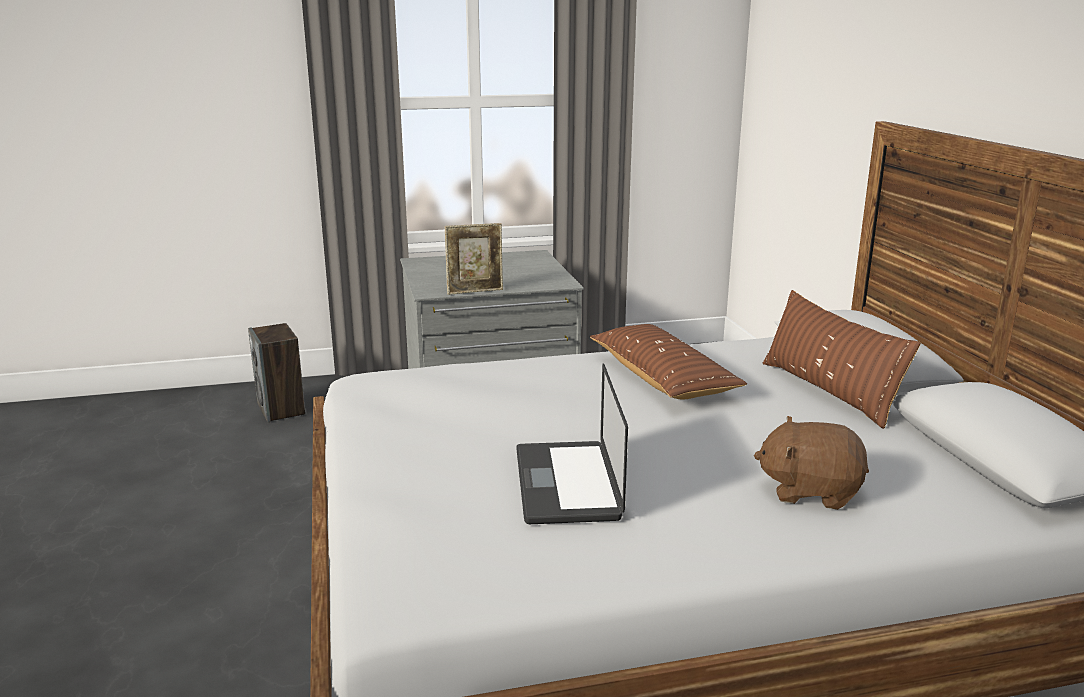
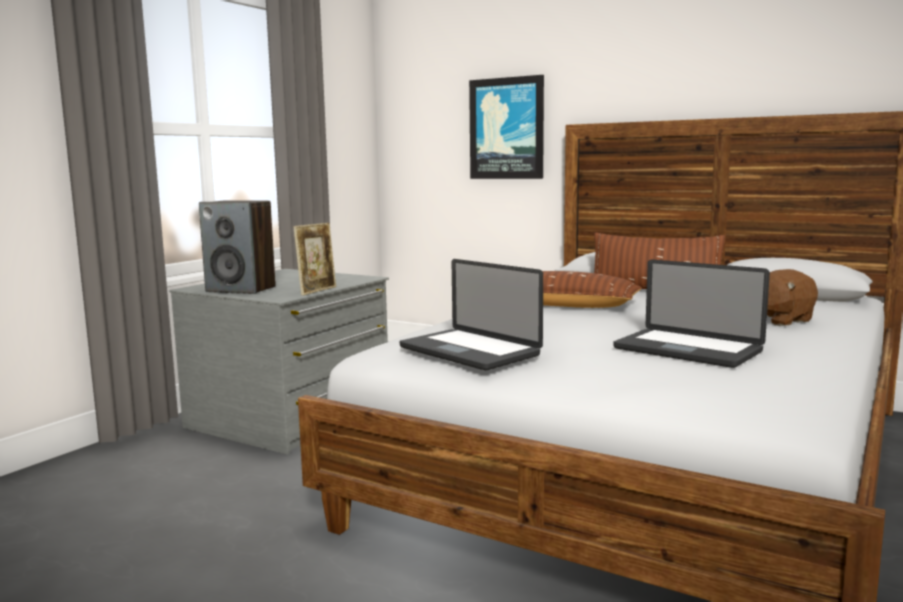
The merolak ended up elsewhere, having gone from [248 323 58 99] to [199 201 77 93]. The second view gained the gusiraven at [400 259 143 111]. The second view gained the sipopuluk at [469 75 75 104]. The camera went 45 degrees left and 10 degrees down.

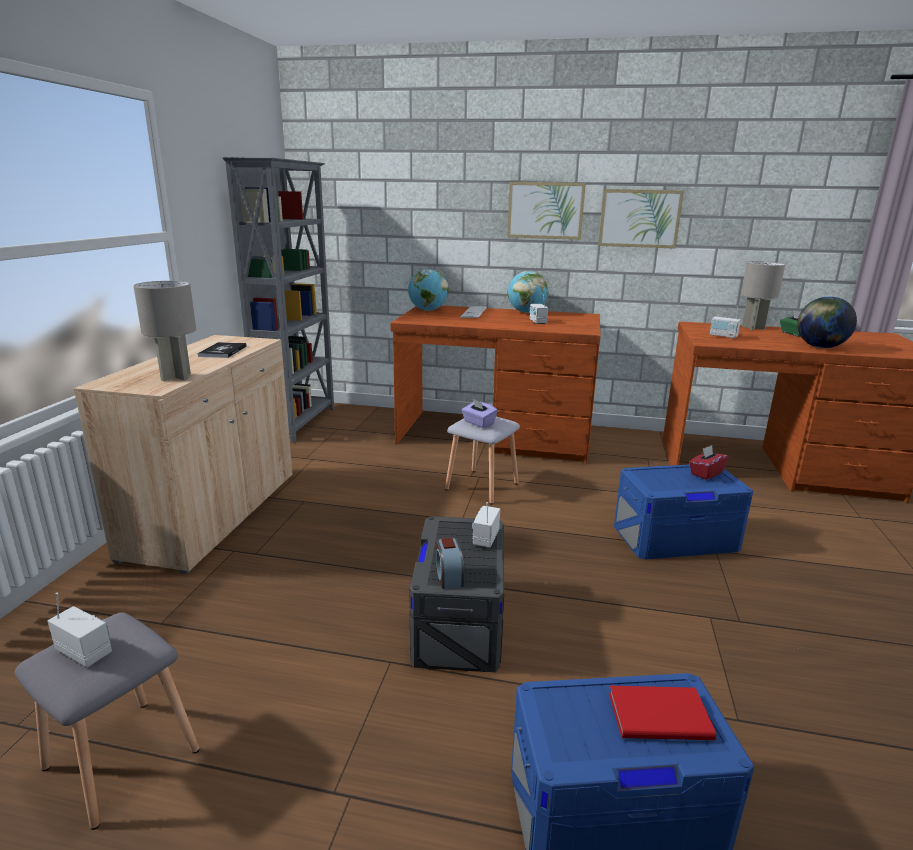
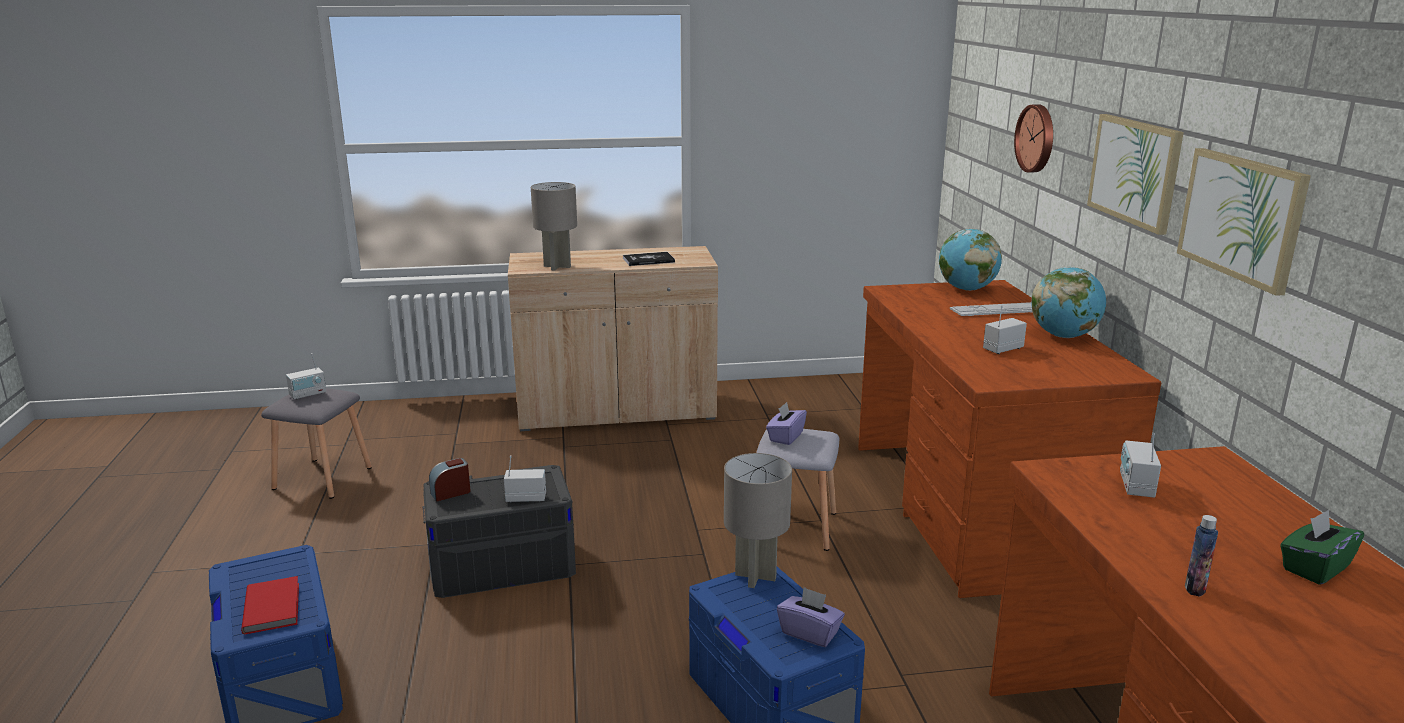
The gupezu at [48 593 64 74] ended up facing another way, 45 degrees clockwise from before. The second view lost the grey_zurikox at [222 157 112 286]. What was the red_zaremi at [689 445 40 35] turned into the purple_zaremi at [777 587 68 60]. The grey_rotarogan ended up elsewhere, having gone from [741 261 44 69] to [724 453 68 135]. Where the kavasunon stood at [797 296 60 52], the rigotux came to stand at [1185 515 33 82]. The second view gained the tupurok at [1014 105 39 68]. The camera went 70 degrees right and 0 degrees up.

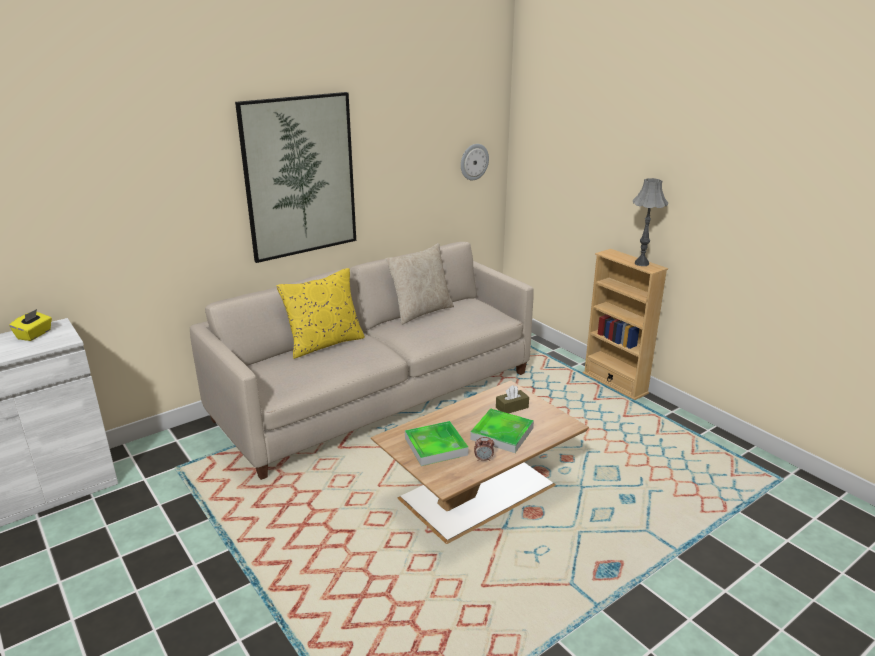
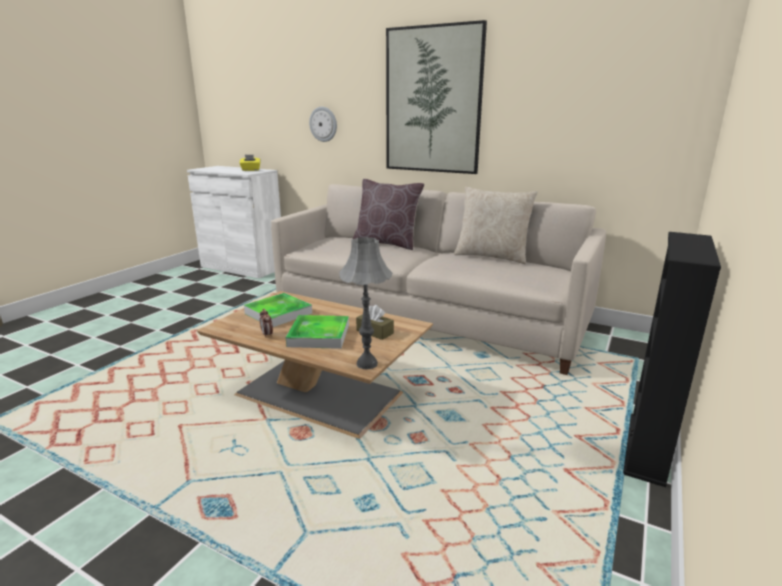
What was the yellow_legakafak at [276 268 89 91] turned into the brown_legakafak at [353 179 71 71]. The tupurok ended up elsewhere, having gone from [461 144 28 36] to [309 107 28 35]. What was the beige_zurikox at [583 249 85 151] turned into the black_zurikox at [623 232 98 255]. The grey_rotarogan ended up elsewhere, having gone from [633 178 35 88] to [339 237 53 132]. The camera went 65 degrees right and 5 degrees down.

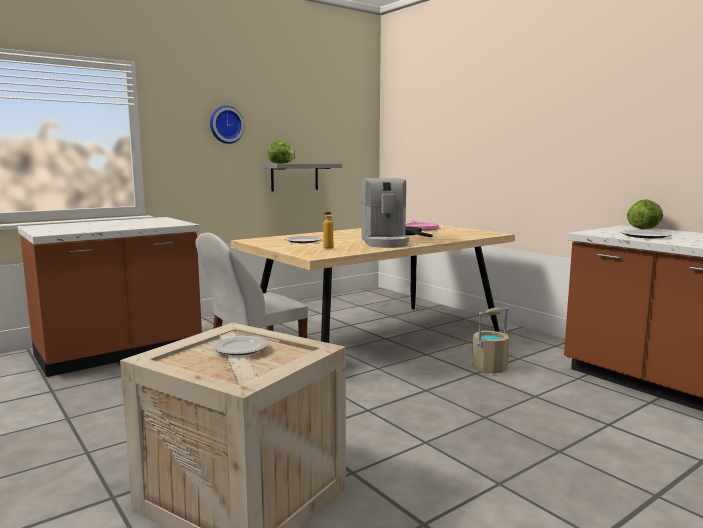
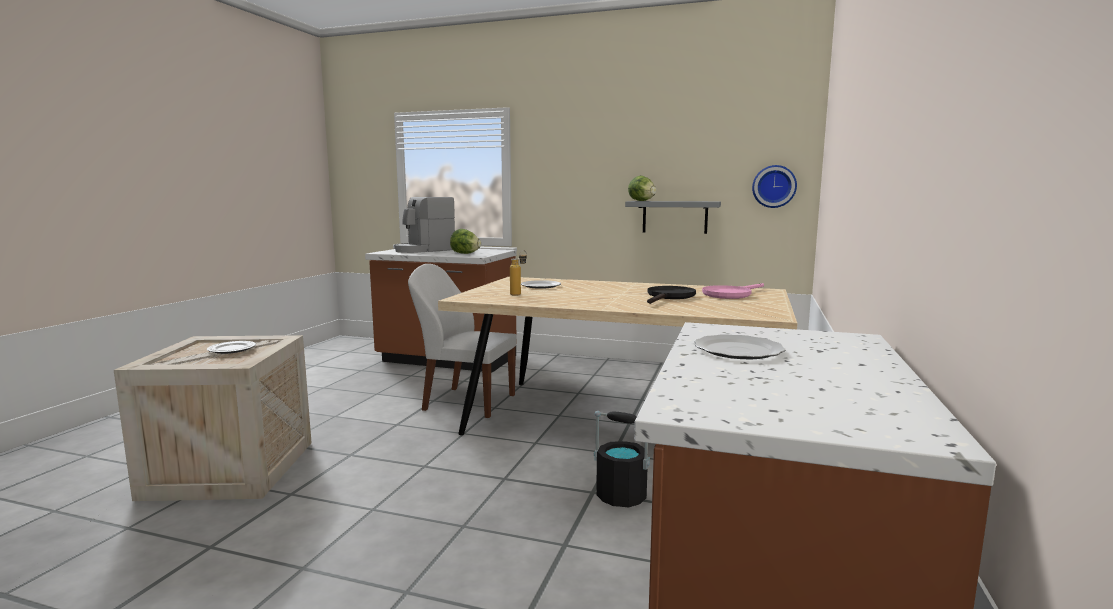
The tupurok ended up elsewhere, having gone from [210 106 34 38] to [752 165 45 43]. The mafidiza ended up elsewhere, having gone from [361 178 48 70] to [394 197 61 56]. What was the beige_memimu at [472 307 37 66] turned into the black_memimu at [594 411 56 97]. The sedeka ended up elsewhere, having gone from [627 199 36 30] to [450 229 31 25]. The camera went 55 degrees right and 0 degrees up.

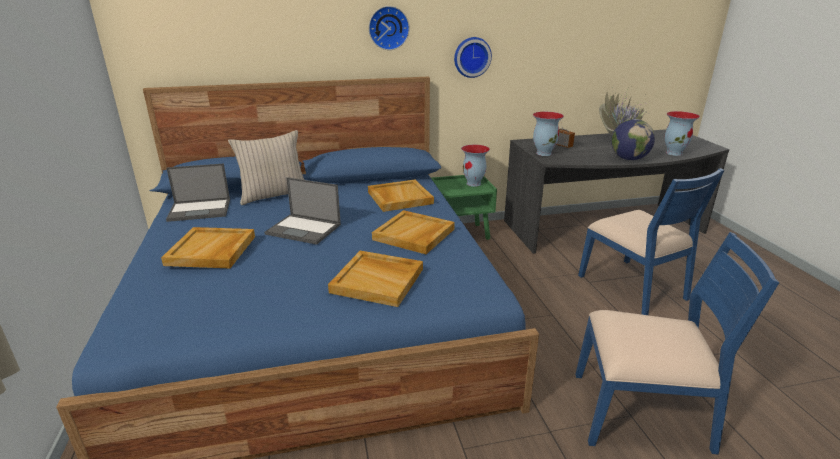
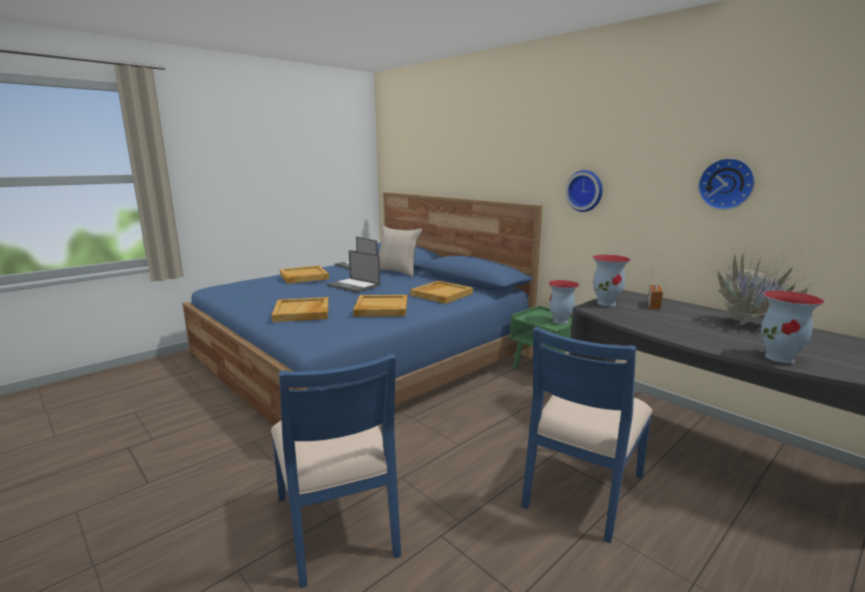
The gusiraven at [265 177 76 68] ended up facing another way, 45 degrees counterclockwise from before. The tupurok ended up elsewhere, having gone from [369 6 40 44] to [698 158 57 52]. The second view lost the kavasunon at [611 119 44 41]. The camera went 60 degrees right and 10 degrees down.

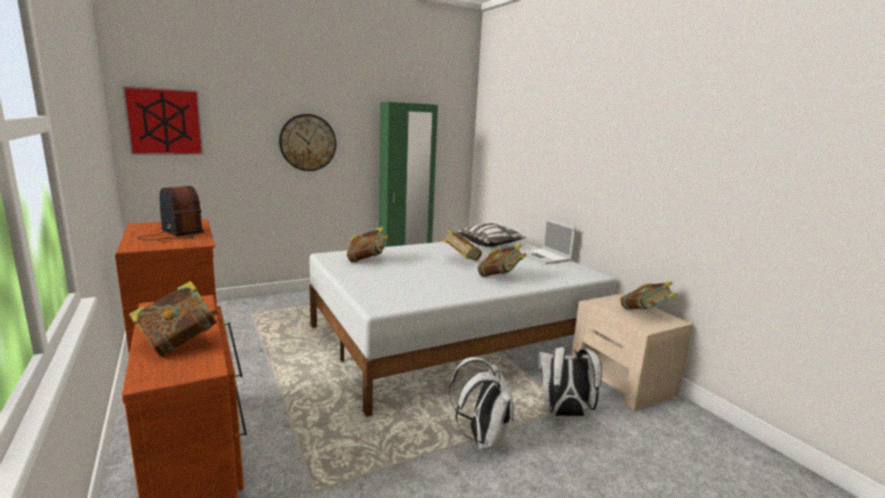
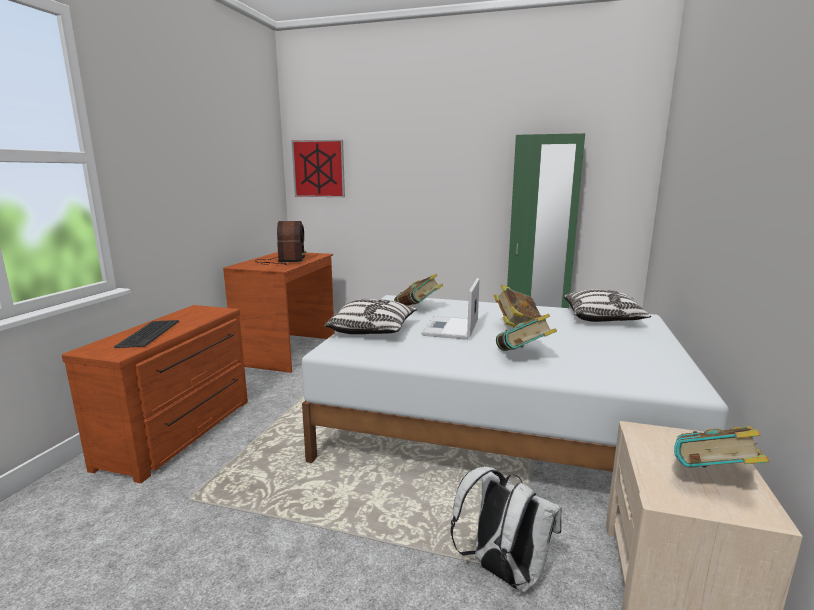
Where the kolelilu stood at [129 281 91 76], the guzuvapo came to stand at [114 320 65 28]. The second view lost the tupurok at [279 114 57 57]. The second view lost the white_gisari at [449 357 65 93]. The gusiraven ended up elsewhere, having gone from [520 219 56 45] to [421 278 59 62]. The second view gained the legakafak at [324 299 93 35]. The camera went 45 degrees right and 0 degrees up.

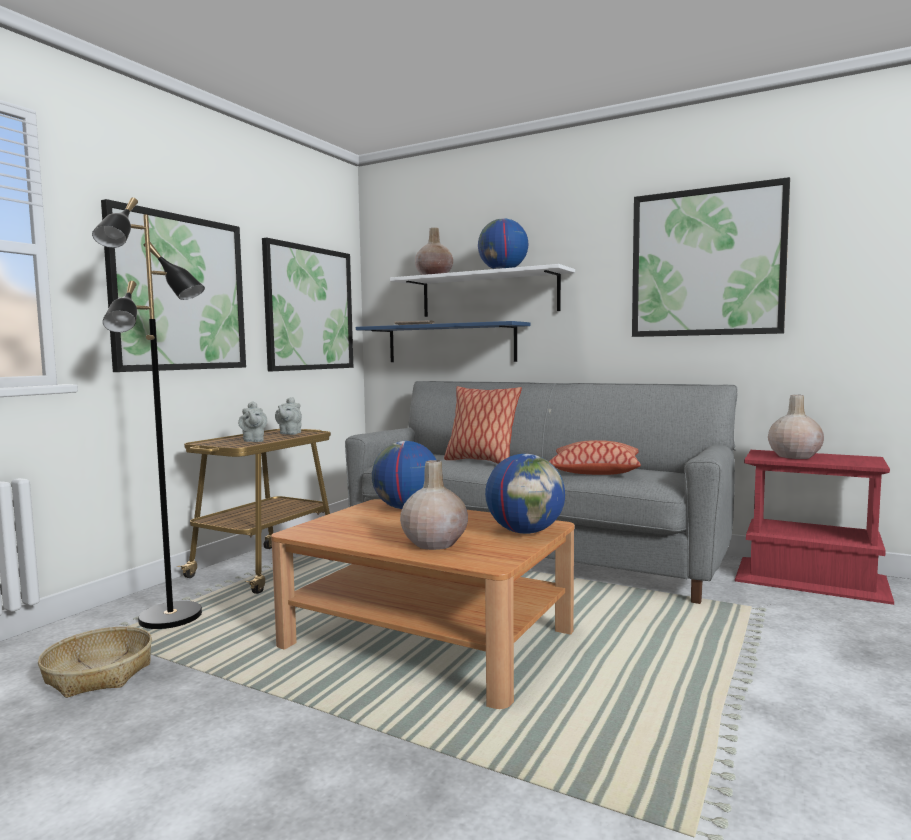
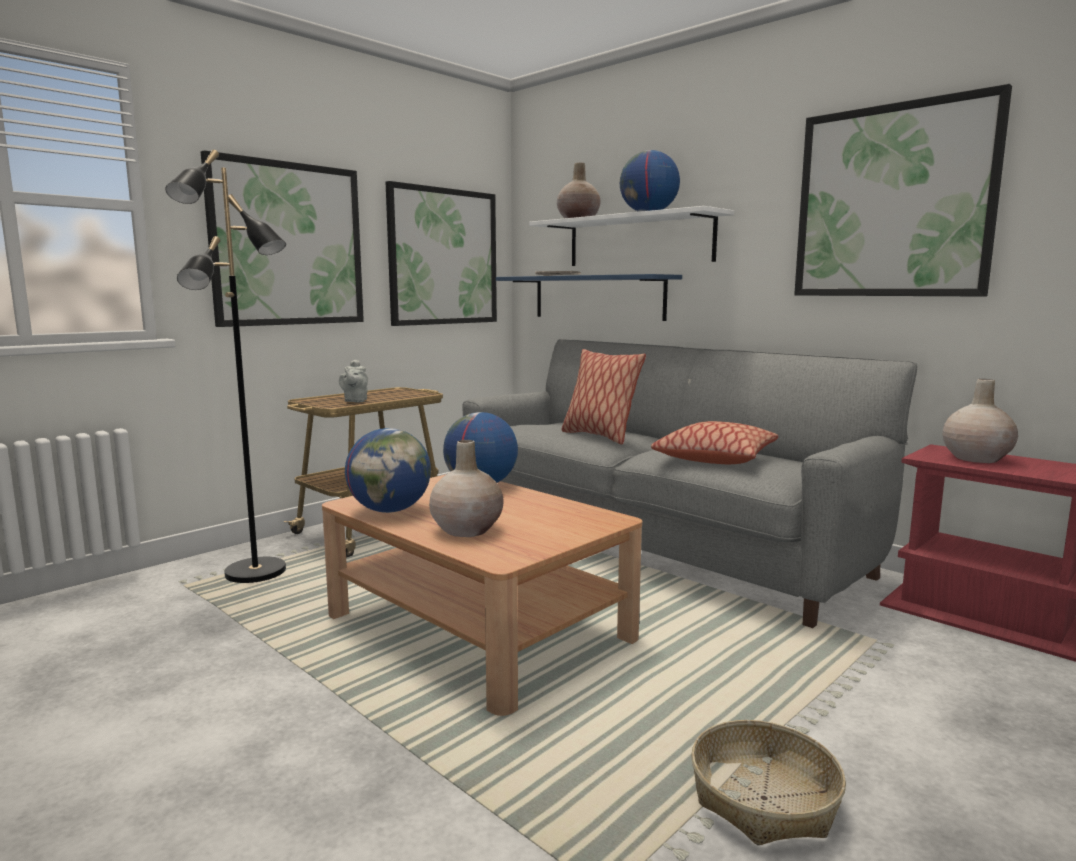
The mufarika ended up elsewhere, having gone from [38 627 114 71] to [691 720 155 125]. The second view lost the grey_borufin at [275 397 27 38]. The kavasunon ended up elsewhere, having gone from [485 454 80 80] to [345 428 86 85]. The camera went 15 degrees right and 5 degrees up.

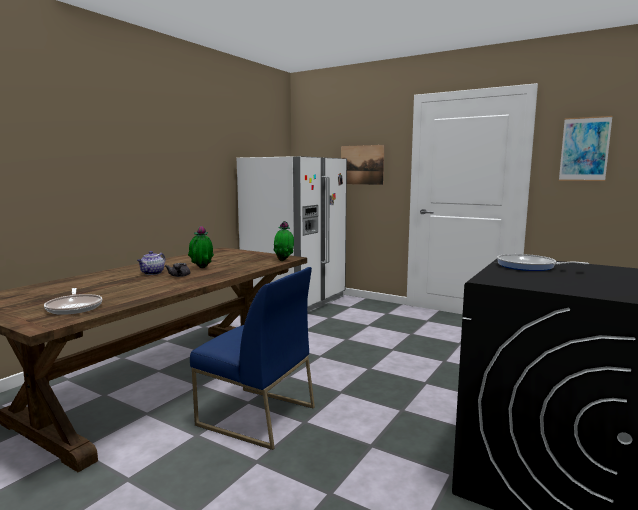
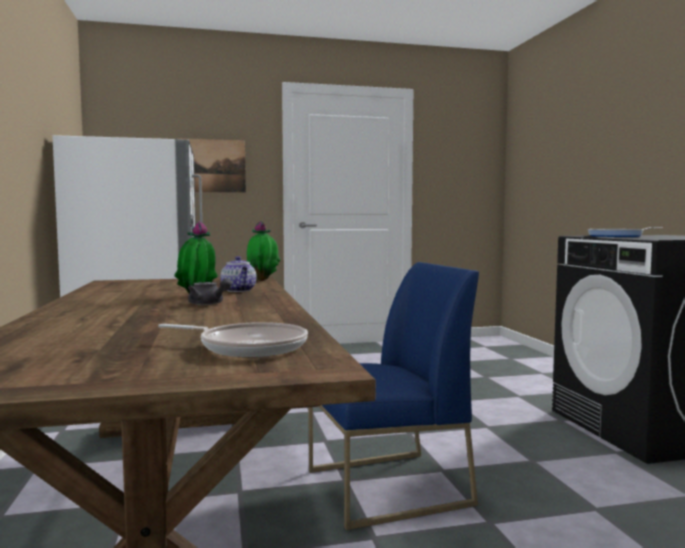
The borufin ended up elsewhere, having gone from [137 251 28 24] to [220 256 37 36]. The second view lost the sipopuluk at [559 116 53 65]. The camera went 45 degrees left and 5 degrees down.

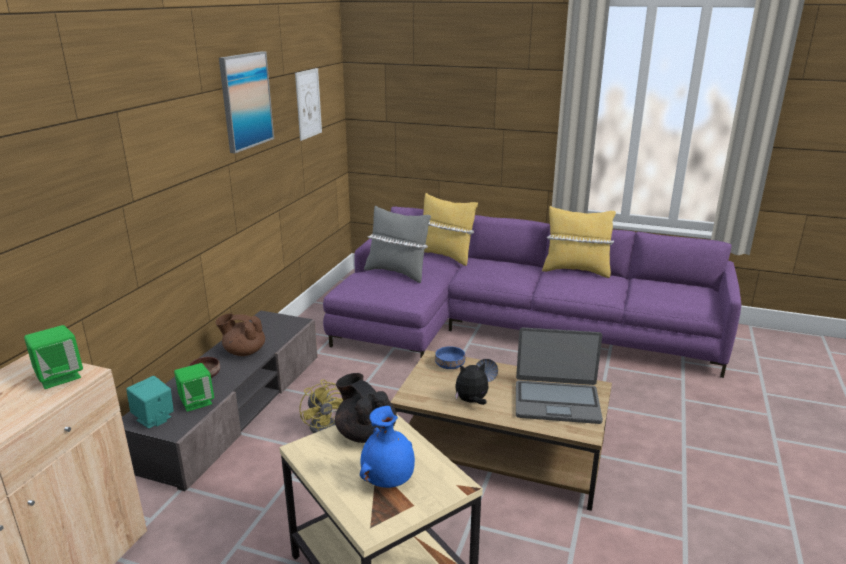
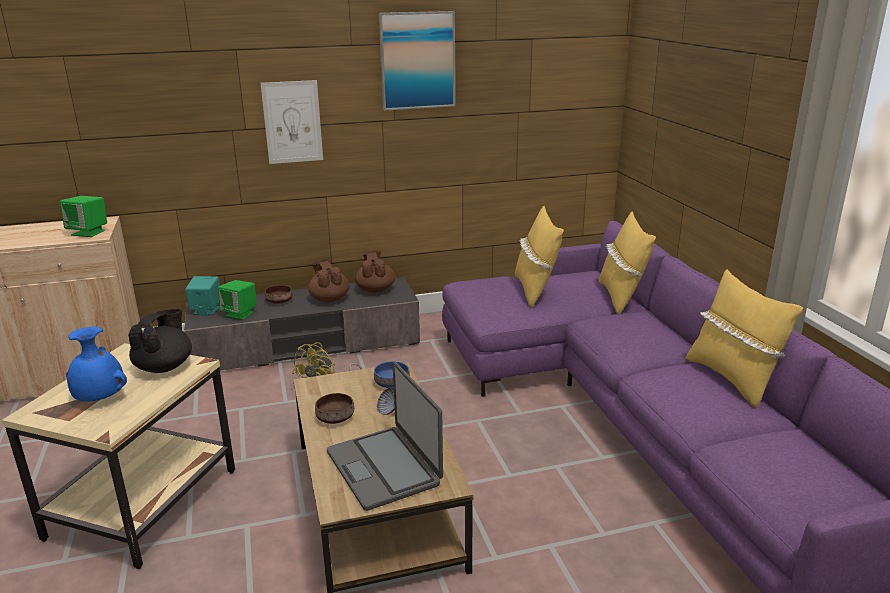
The sipopuluk ended up elsewhere, having gone from [295 68 27 73] to [261 80 62 84]. What was the grey_legakafak at [364 205 67 78] turned into the yellow_legakafak at [515 206 49 102]. Where the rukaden stood at [455 362 33 43], the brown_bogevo came to stand at [315 393 39 31]. The second view gained the brown_borufin at [355 250 40 43]. The camera went 55 degrees right and 0 degrees up.

